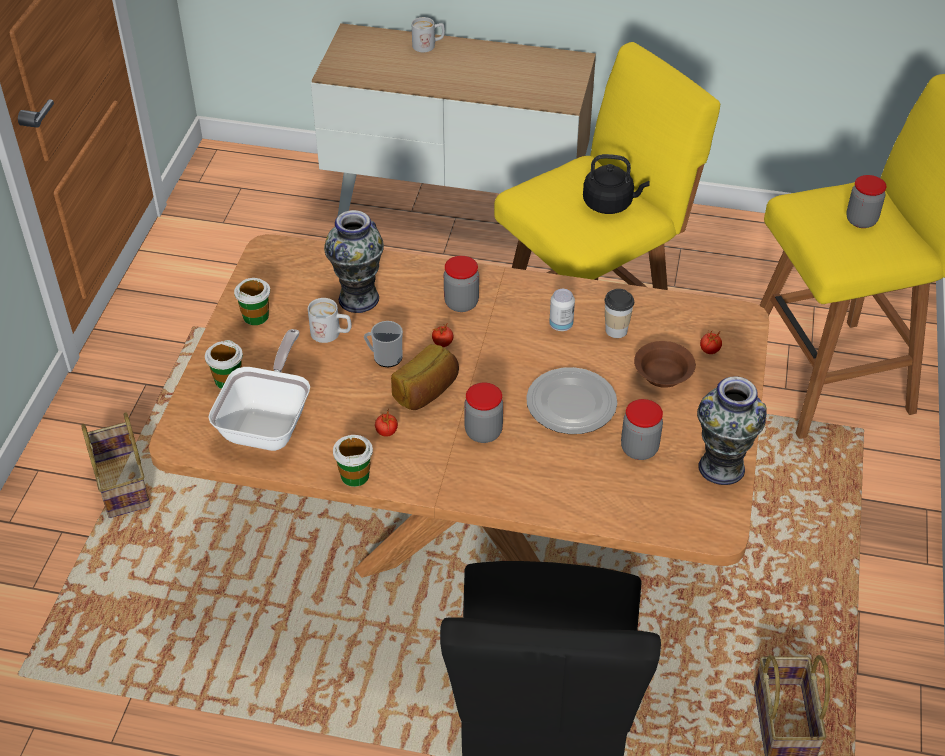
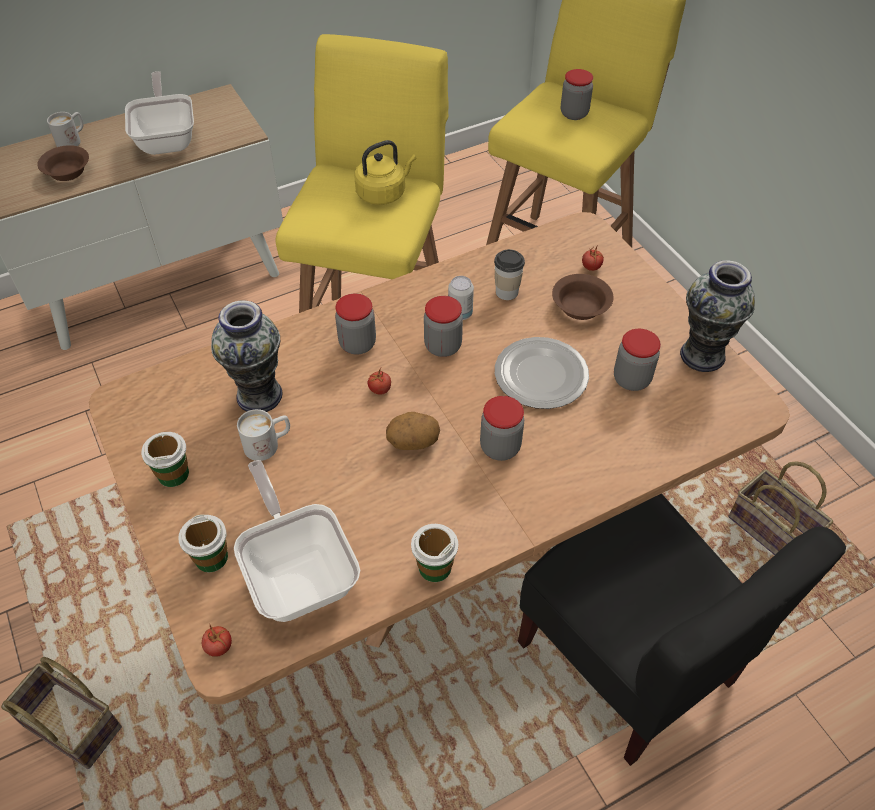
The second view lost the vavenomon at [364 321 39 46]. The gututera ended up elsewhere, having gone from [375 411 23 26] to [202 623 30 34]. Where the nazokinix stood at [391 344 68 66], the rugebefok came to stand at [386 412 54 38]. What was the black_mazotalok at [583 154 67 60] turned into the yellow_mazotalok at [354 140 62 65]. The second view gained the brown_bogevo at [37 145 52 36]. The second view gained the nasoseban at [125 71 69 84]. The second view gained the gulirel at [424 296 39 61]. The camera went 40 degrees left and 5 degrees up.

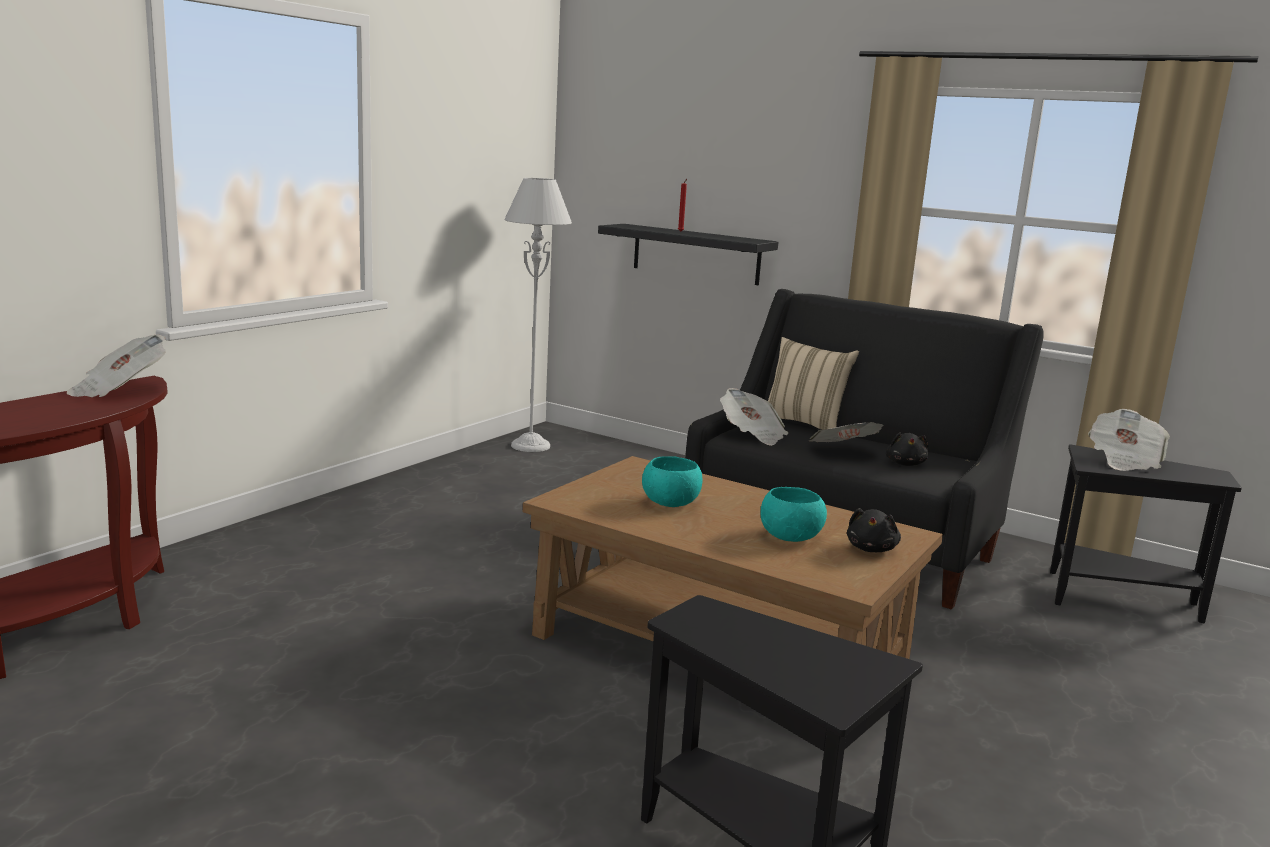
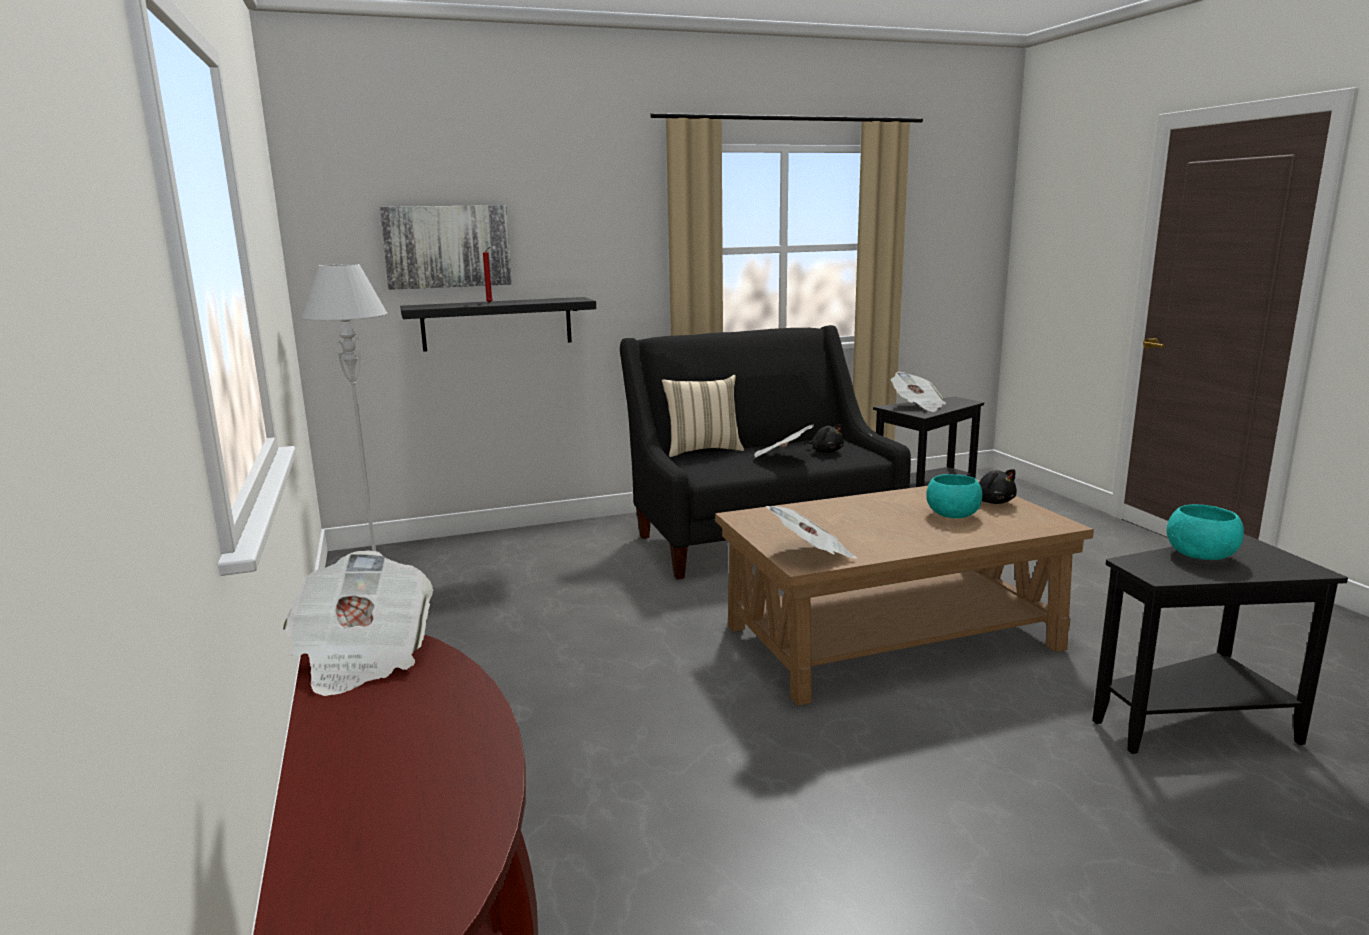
The turquoise_bogevo ended up elsewhere, having gone from [642 456 61 51] to [1167 504 77 56]. The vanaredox ended up elsewhere, having gone from [720 388 68 58] to [766 506 92 53]. The second view gained the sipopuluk at [379 205 133 85]. The camera went 50 degrees left and 0 degrees up.

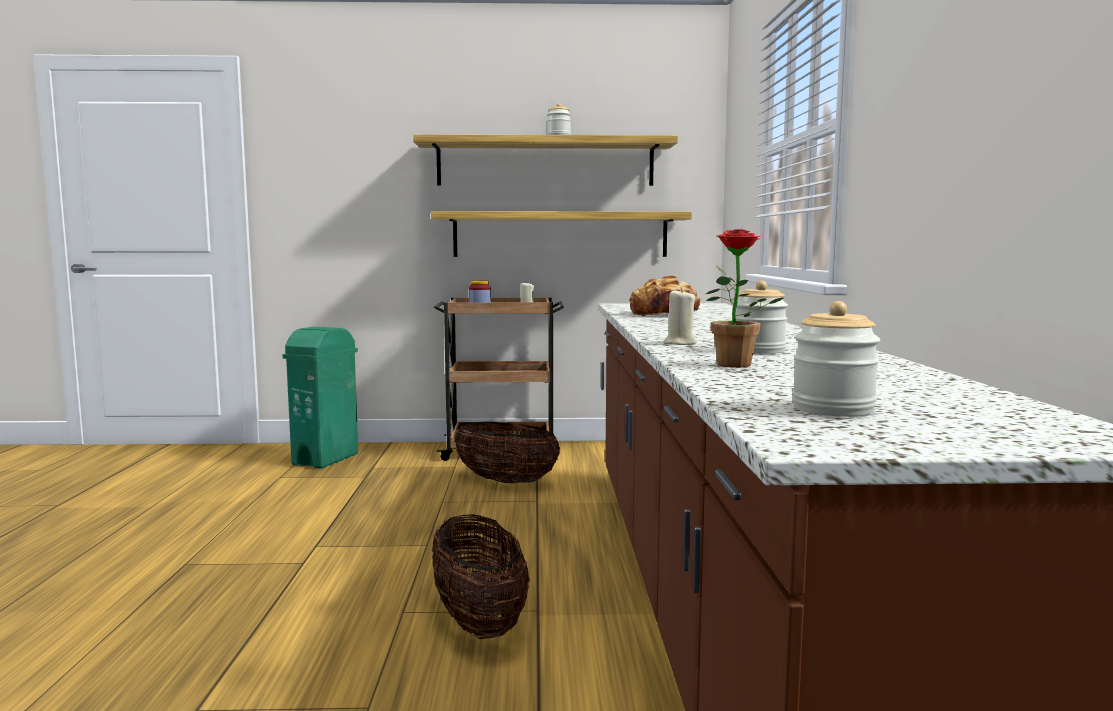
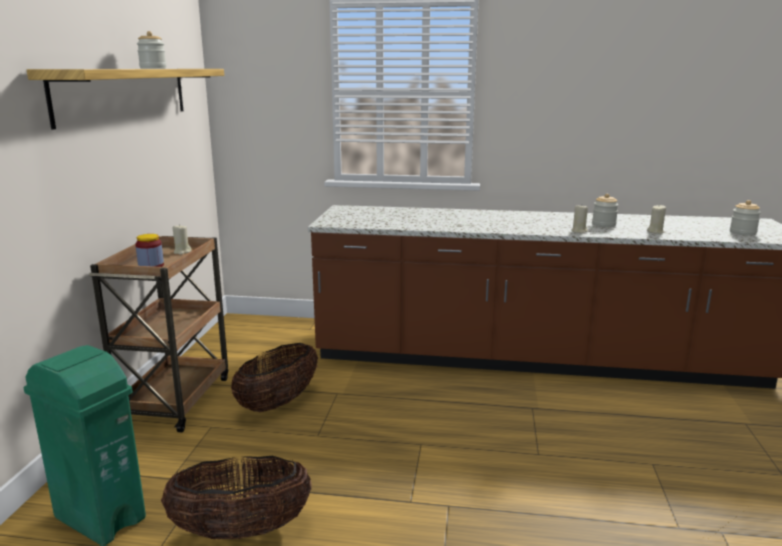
The second view lost the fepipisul at [431 211 261 46]. The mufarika ended up elsewhere, having gone from [432 514 98 125] to [161 456 150 83]. The second view lost the nazokinix at [629 275 71 42]. Where the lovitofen stood at [706 229 78 139], the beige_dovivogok came to stand at [647 204 19 30]. The camera went 80 degrees left and 10 degrees up.

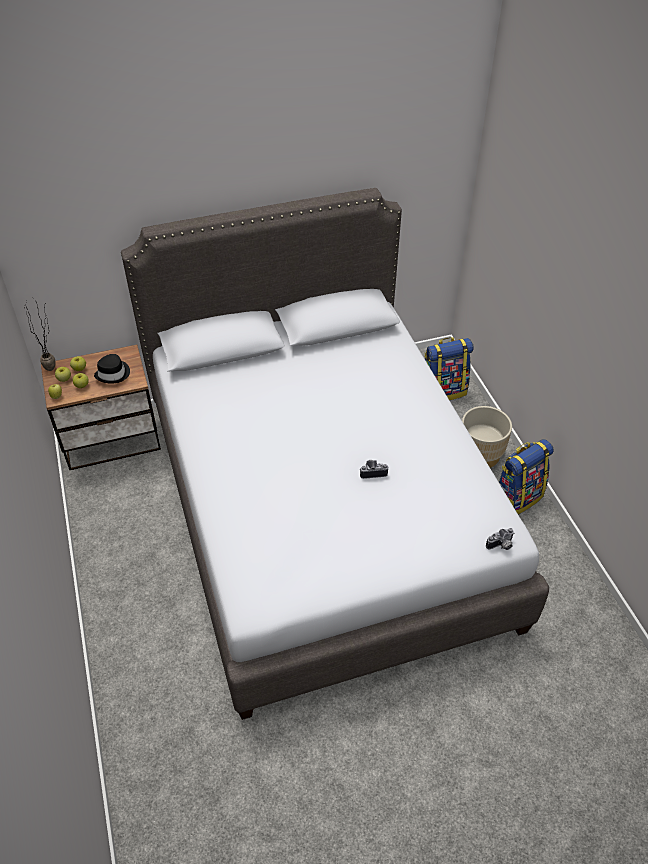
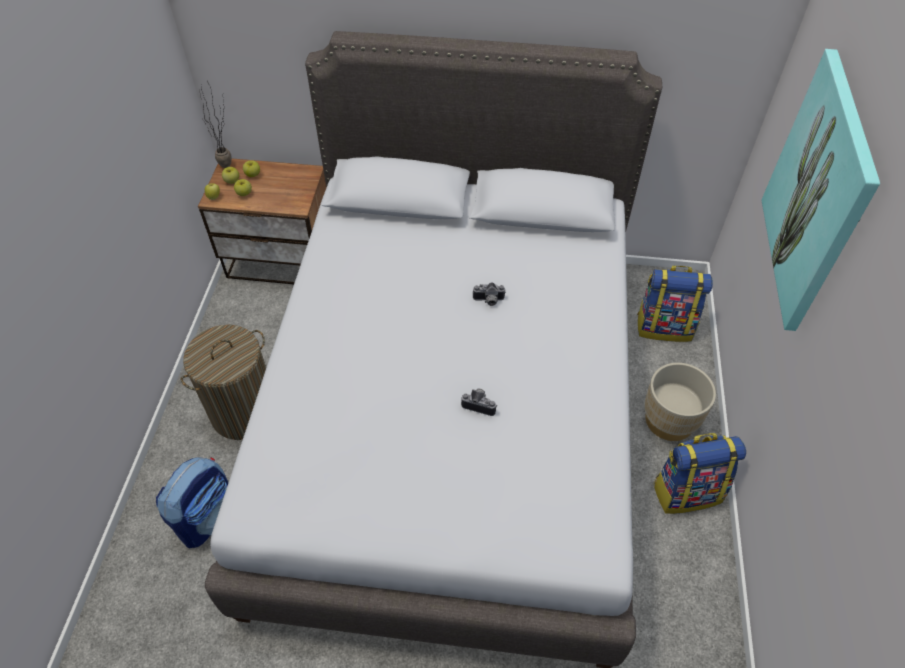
The second view lost the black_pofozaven at [94 354 36 30]. The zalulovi ended up elsewhere, having gone from [486 528 29 22] to [472 282 34 24]. The second view gained the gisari at [156 457 72 91]. The second view gained the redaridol at [180 325 86 115]. The second view gained the sipopuluk at [762 49 118 282]. The camera went 25 degrees right and 5 degrees up.

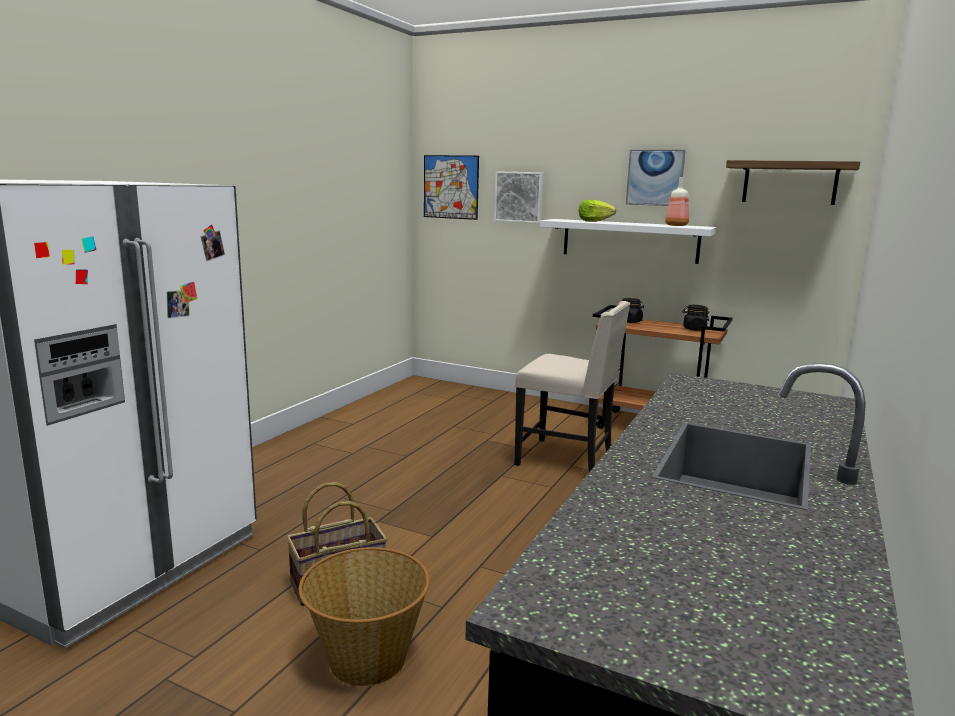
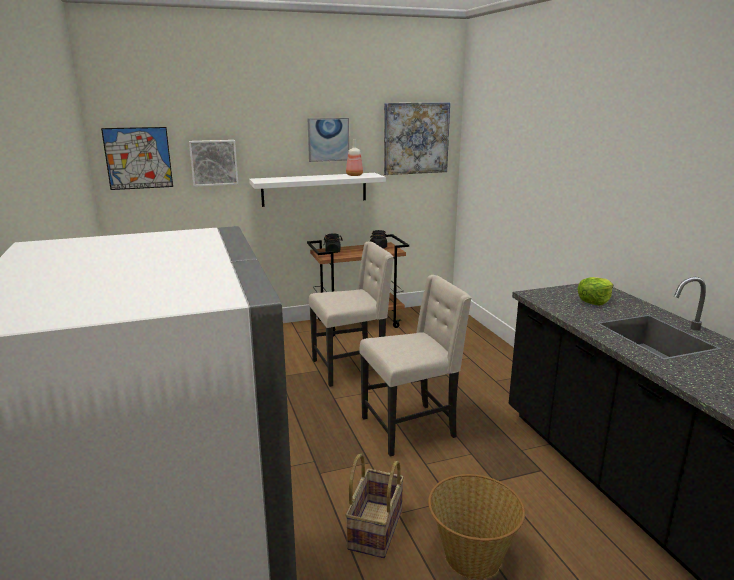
The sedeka ended up elsewhere, having gone from [579 199 37 23] to [577 277 36 28]. Where the fepipisul hung at [726 160 134 45], the sipopuluk came to hang at [384 102 66 73]. The second view gained the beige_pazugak at [359 275 113 181]. The camera went 45 degrees left and 5 degrees up.

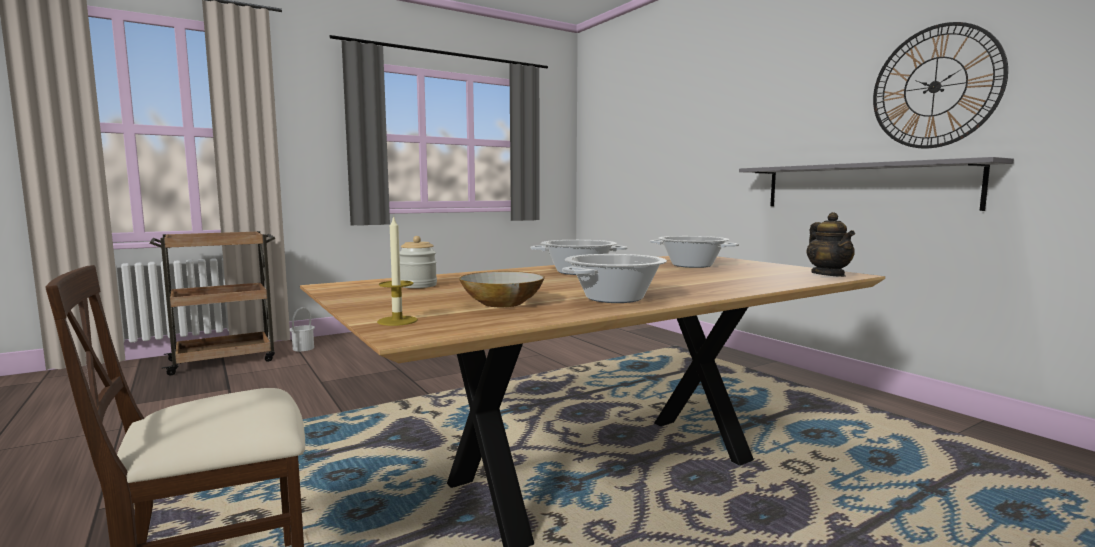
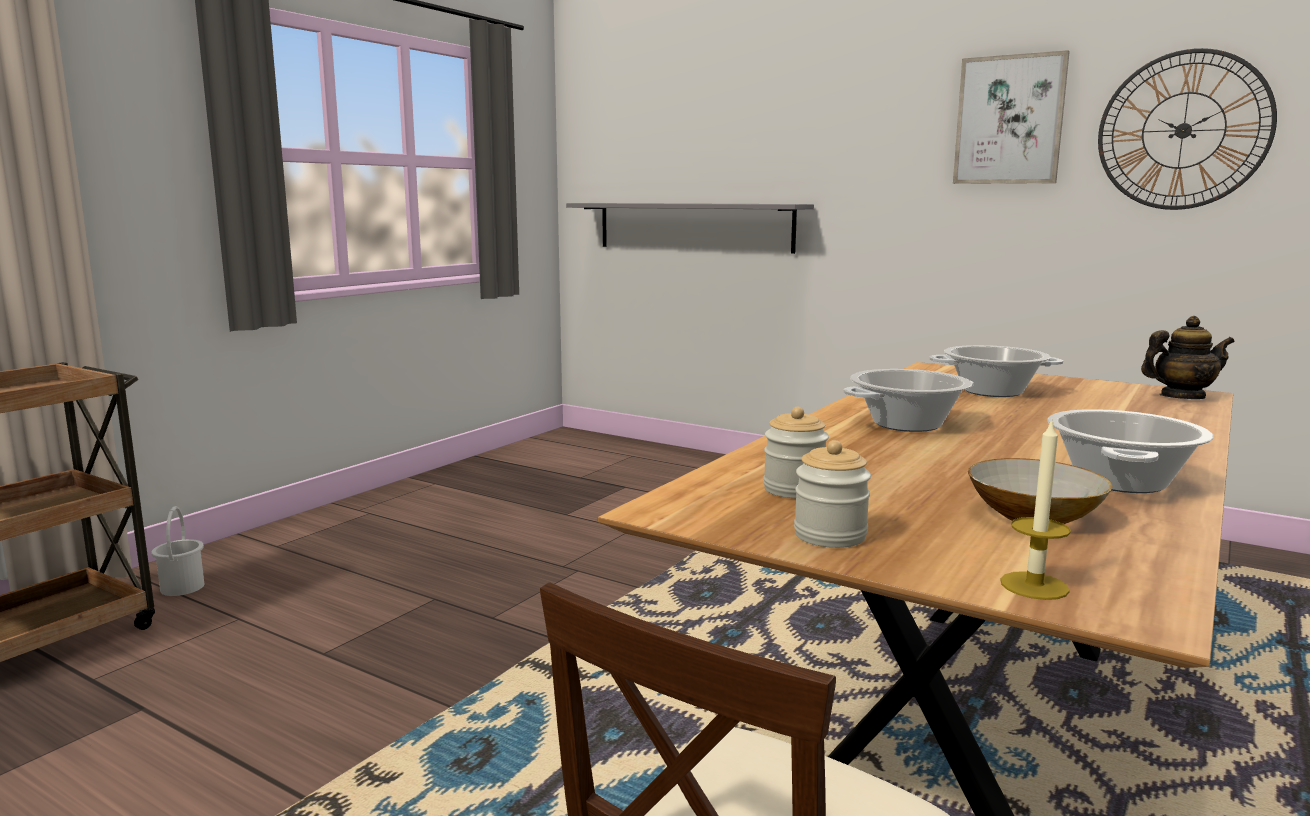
The grey_fepipisul ended up elsewhere, having gone from [739 157 275 54] to [566 203 248 51]. The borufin at [807 212 48 65] ended up facing another way, 60 degrees counterclockwise from before. The second view gained the gulirel at [794 440 77 108]. The second view gained the sipopuluk at [953 50 117 134]. The camera went 25 degrees left and 5 degrees up.

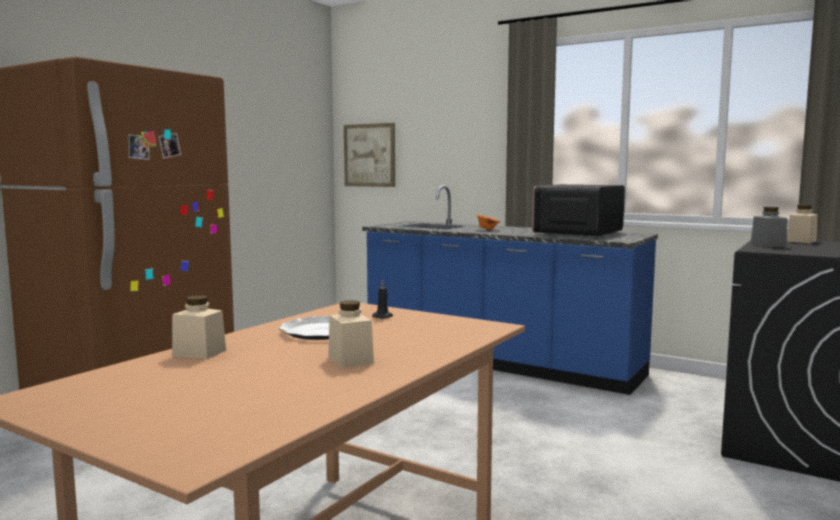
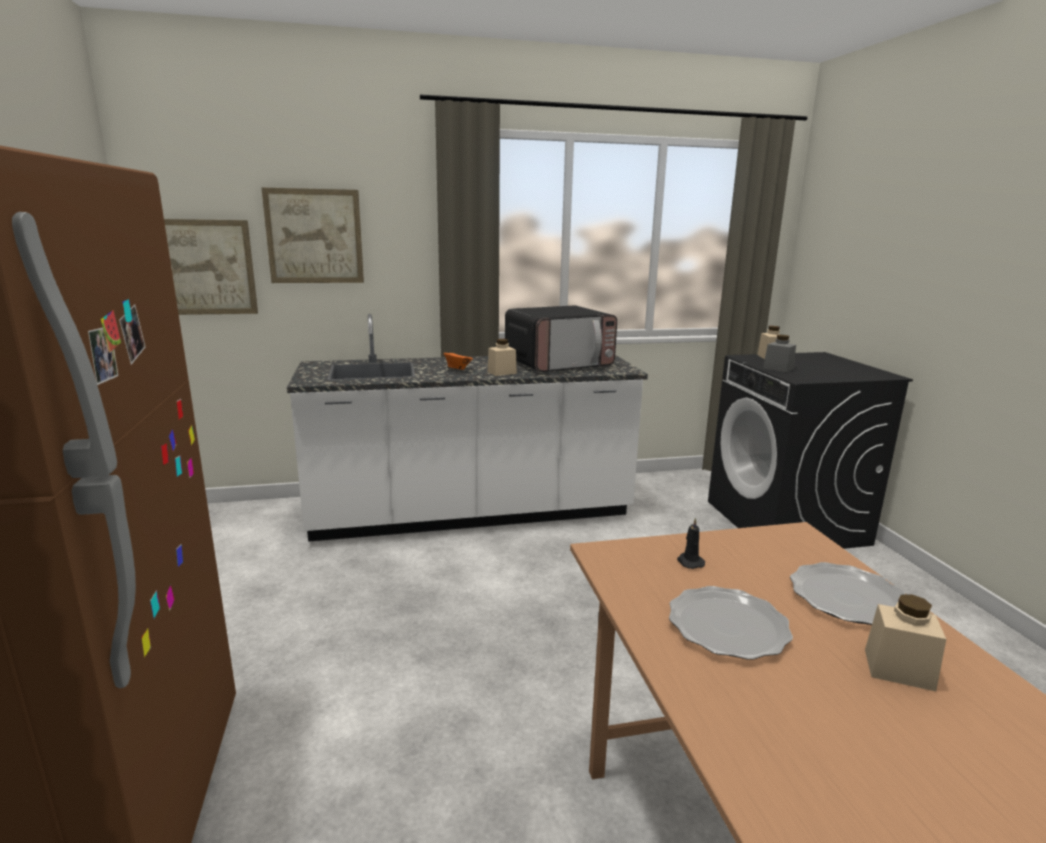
The beige_gulirel ended up elsewhere, having gone from [172 295 54 64] to [488 339 29 37]. What was the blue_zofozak at [362 185 296 210] turned into the white_zofozak at [287 314 361 228]. The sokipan at [532 184 93 54] ended up facing another way, 105 degrees counterclockwise from before. The second view gained the sipopuluk at [262 188 102 95]. The second view gained the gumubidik at [790 562 115 63]. The camera went 45 degrees left and 10 degrees up.

